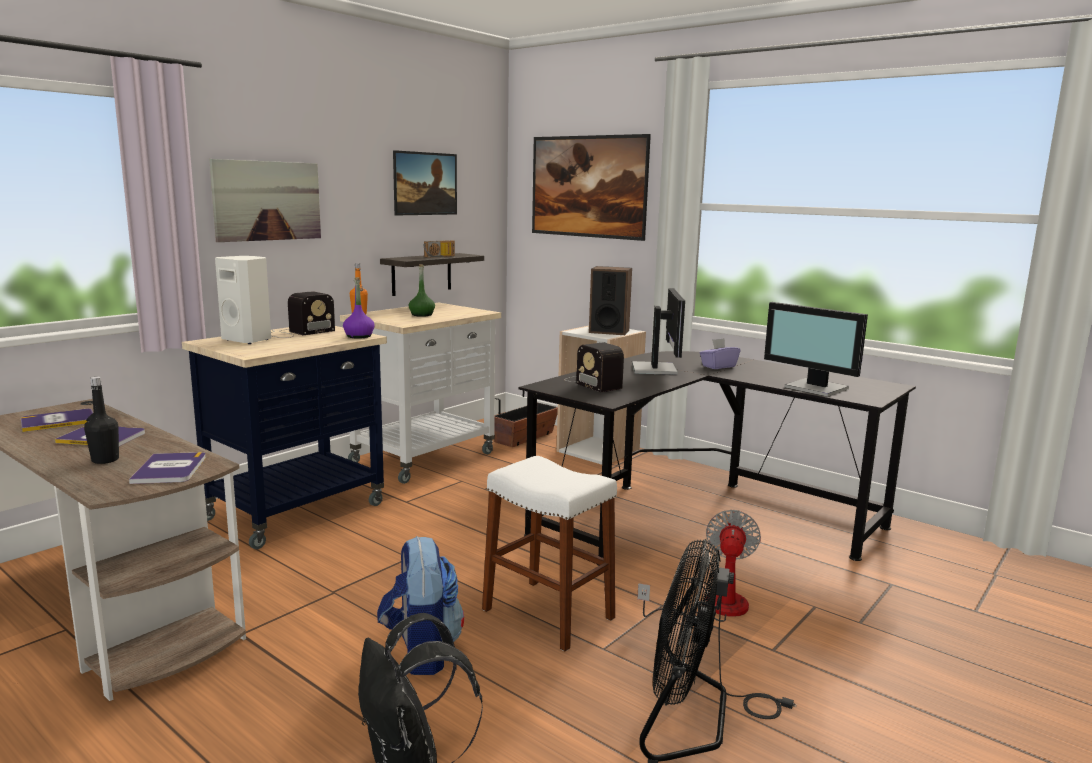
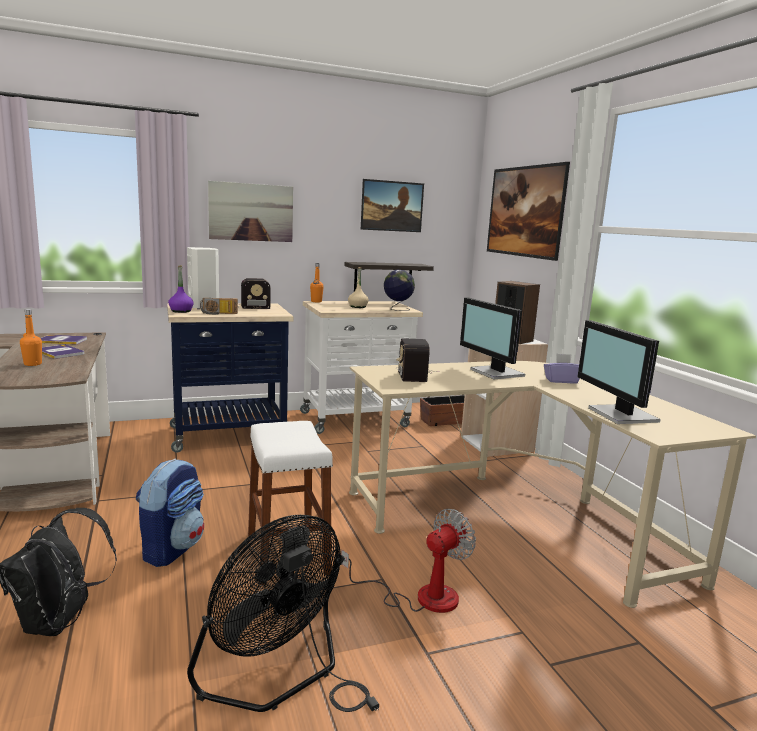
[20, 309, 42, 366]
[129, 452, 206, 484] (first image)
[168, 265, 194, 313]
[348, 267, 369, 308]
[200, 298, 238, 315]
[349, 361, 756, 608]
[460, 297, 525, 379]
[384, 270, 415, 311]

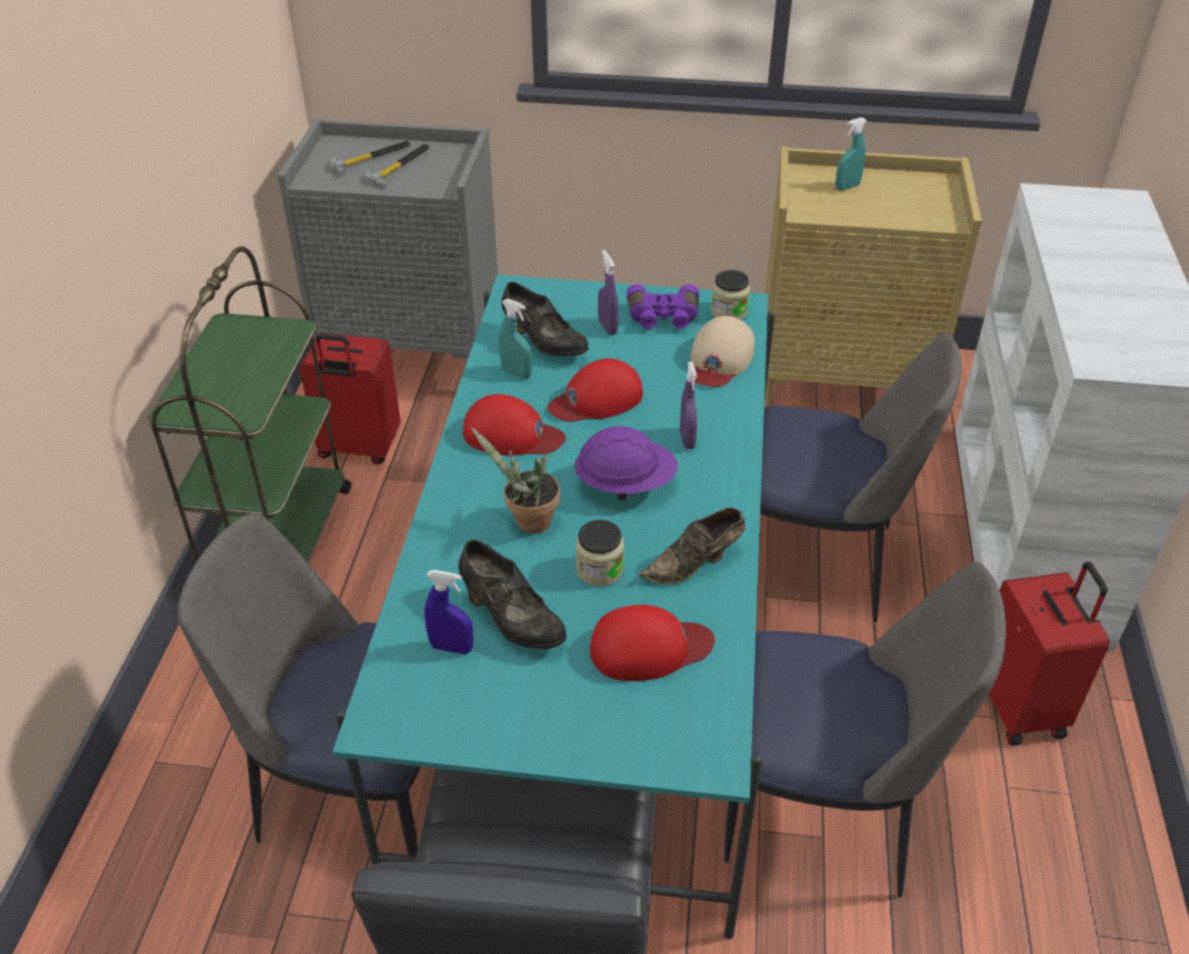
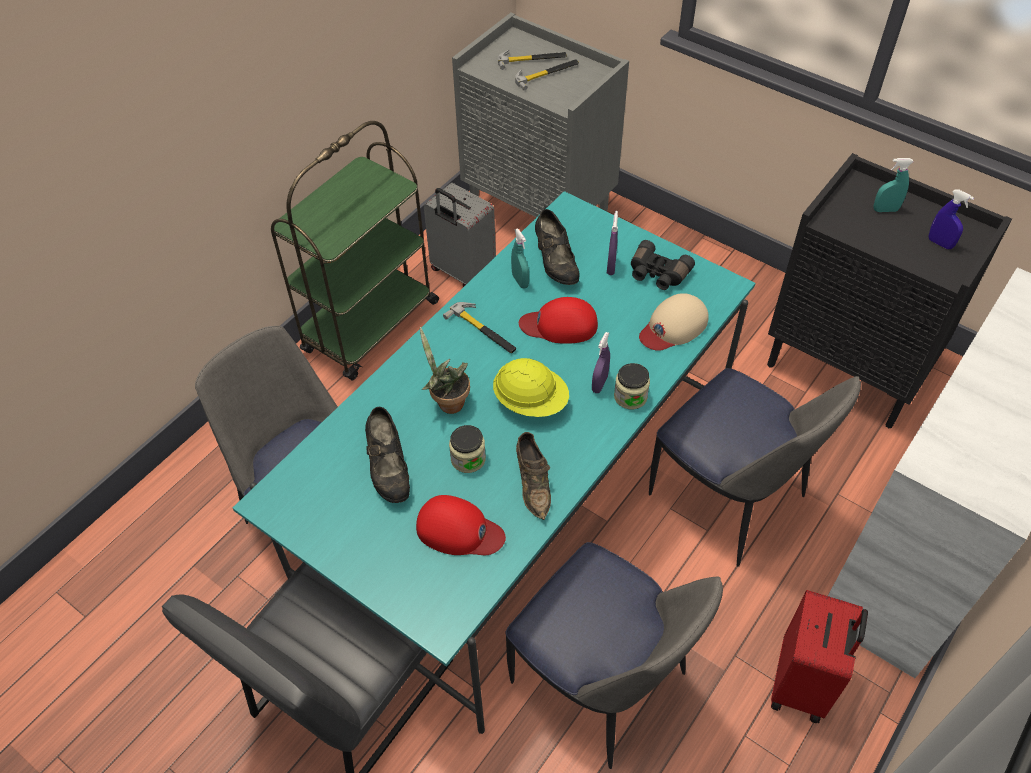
[424, 183, 496, 287]
[929, 189, 974, 249]
[443, 302, 516, 353]
[493, 358, 569, 417]
[631, 240, 695, 290]
[516, 432, 551, 520]
[614, 363, 650, 409]
[767, 153, 1012, 428]

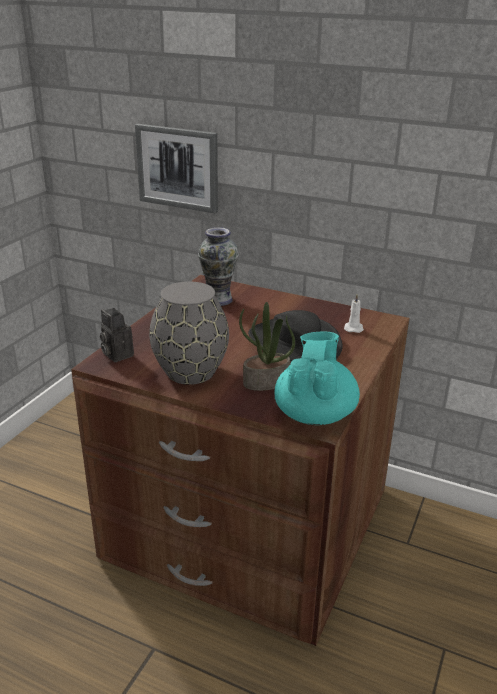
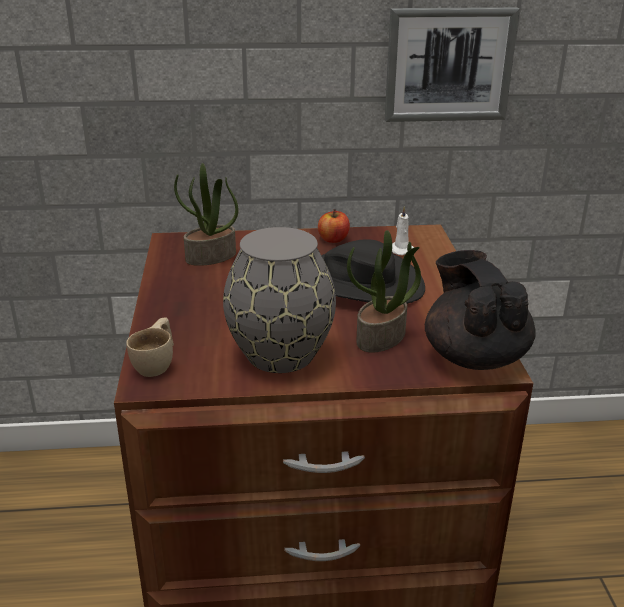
[126, 318, 174, 377]
[385, 7, 520, 122]
[174, 163, 239, 266]
[425, 250, 536, 370]
[318, 209, 350, 243]

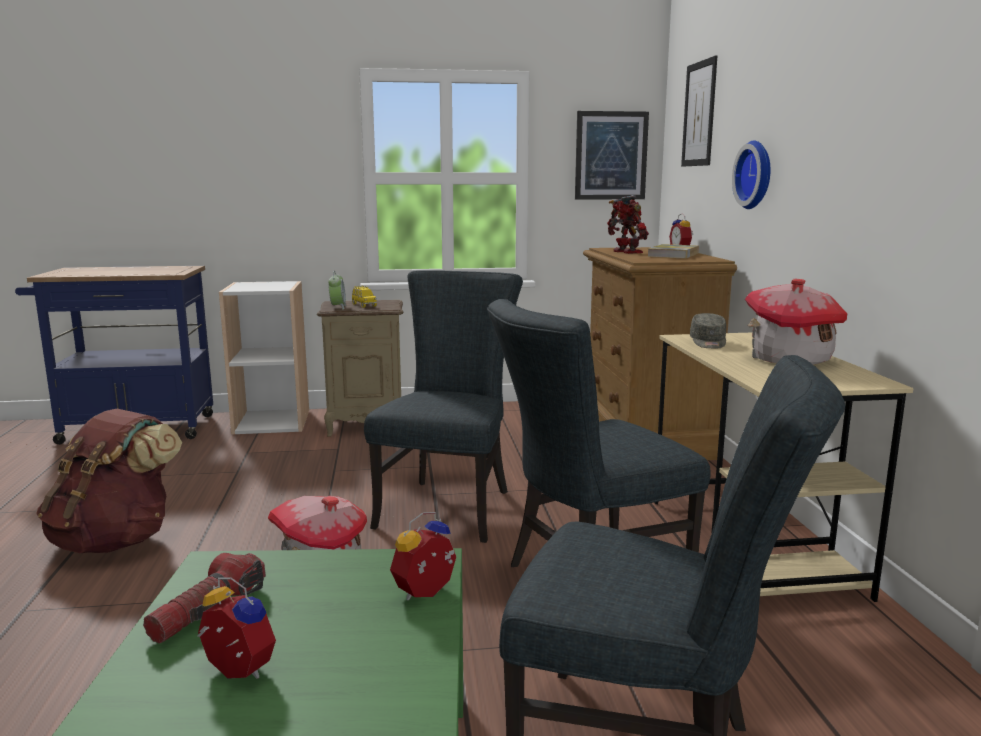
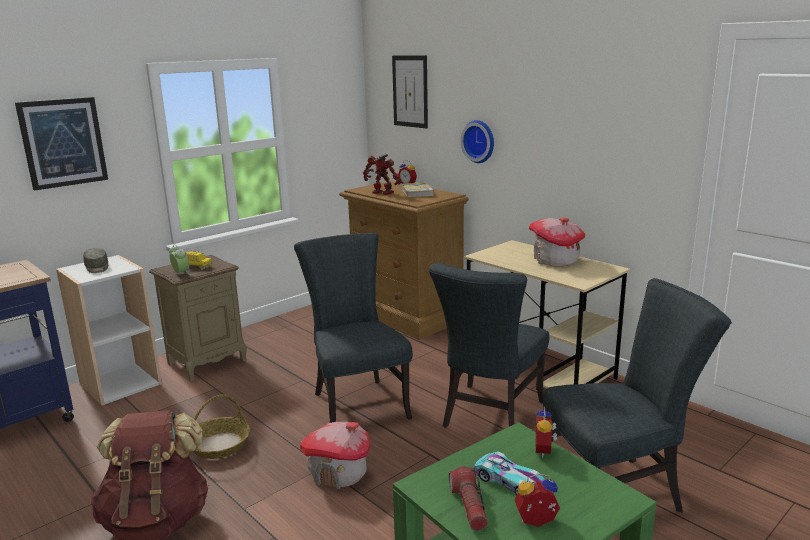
[15, 97, 108, 191]
[83, 248, 108, 273]
[193, 394, 250, 459]
[474, 451, 545, 496]

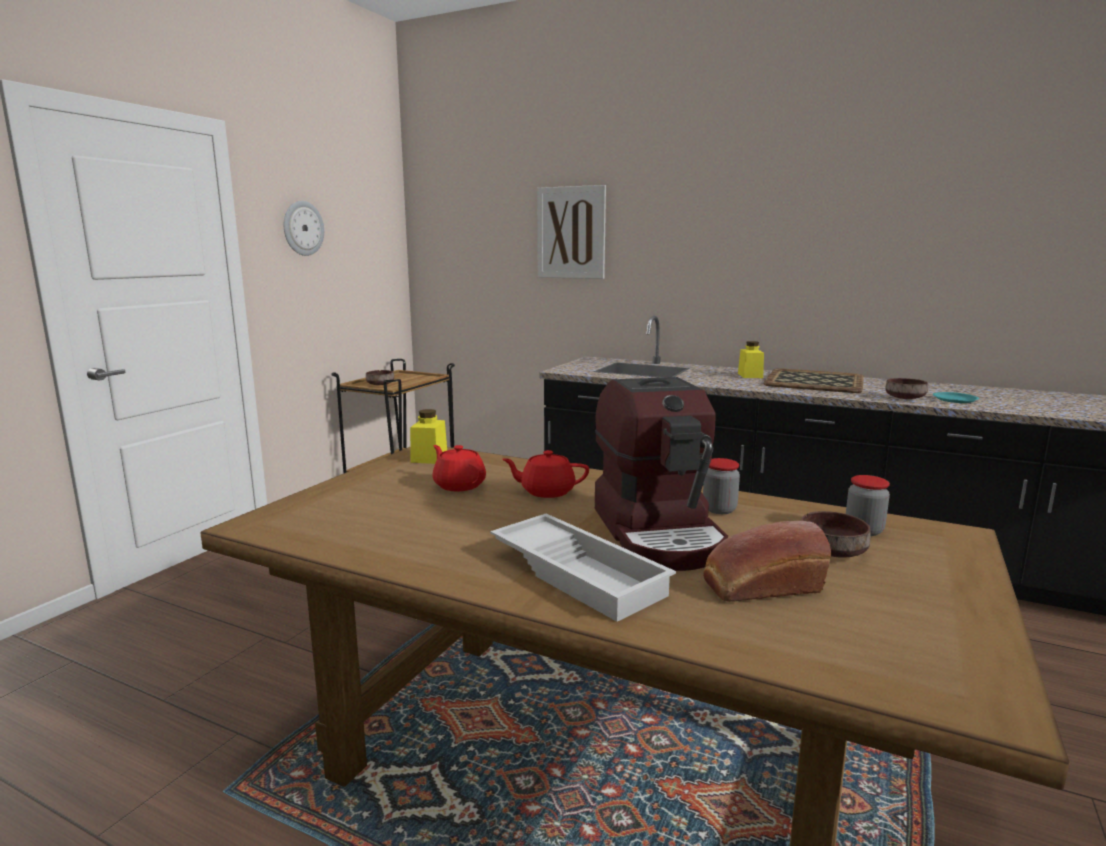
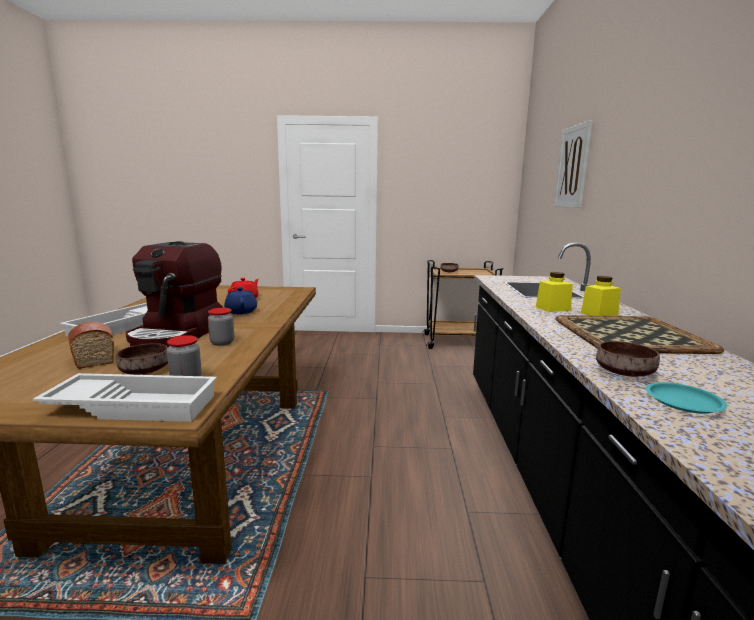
[284, 201, 324, 256] (first image)
[536, 272, 573, 312]
[224, 287, 257, 314]
[125, 241, 223, 347]
[32, 373, 217, 422]

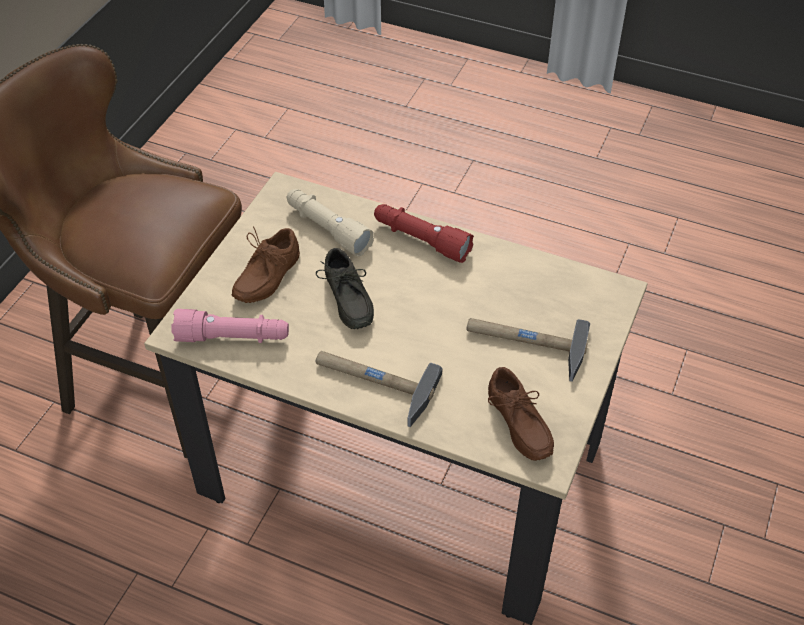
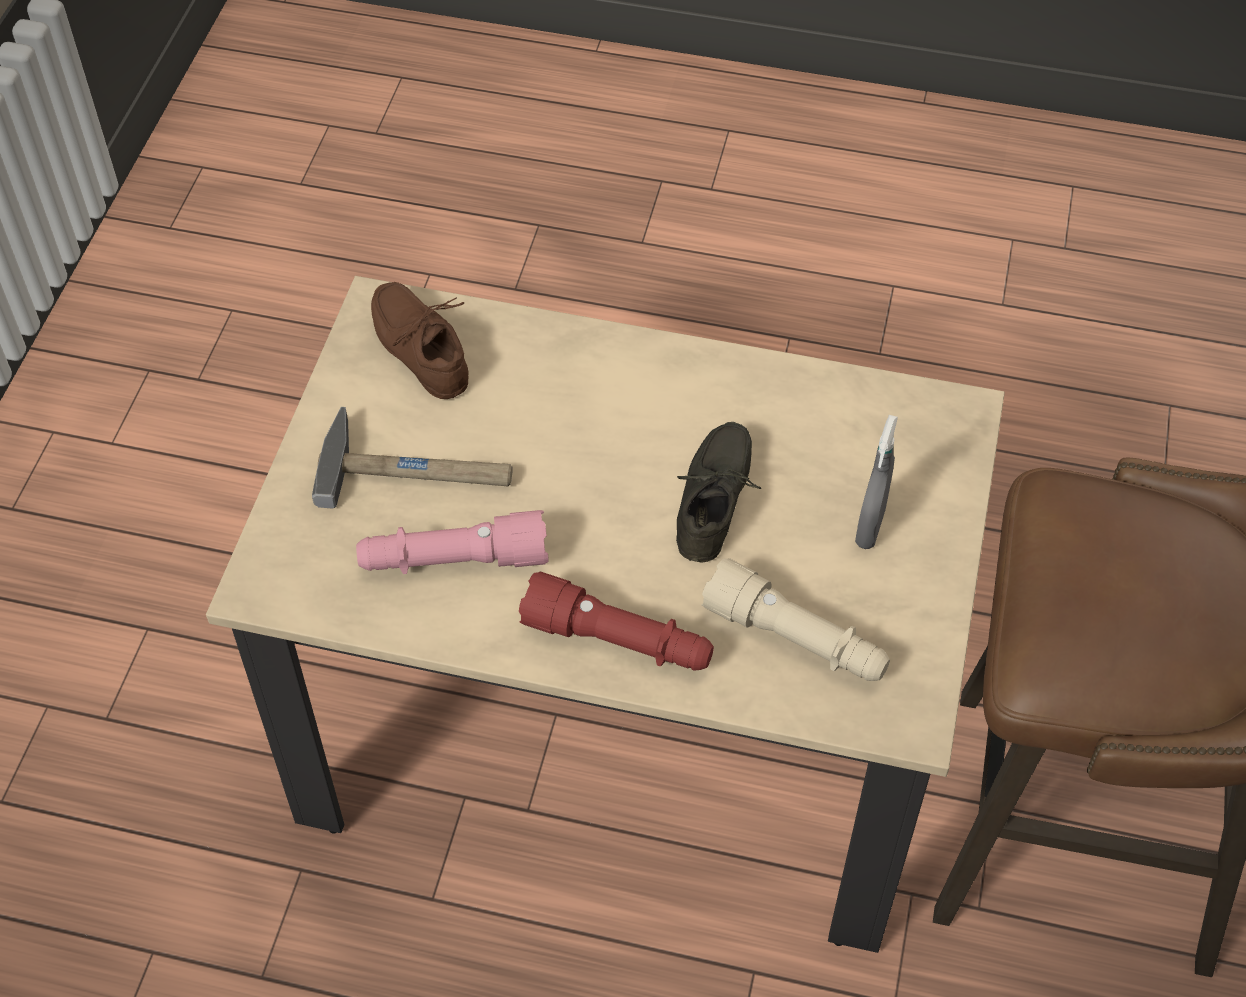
[356, 510, 549, 574]
[855, 415, 898, 549]
[676, 422, 761, 563]
[316, 351, 443, 427] (first image)

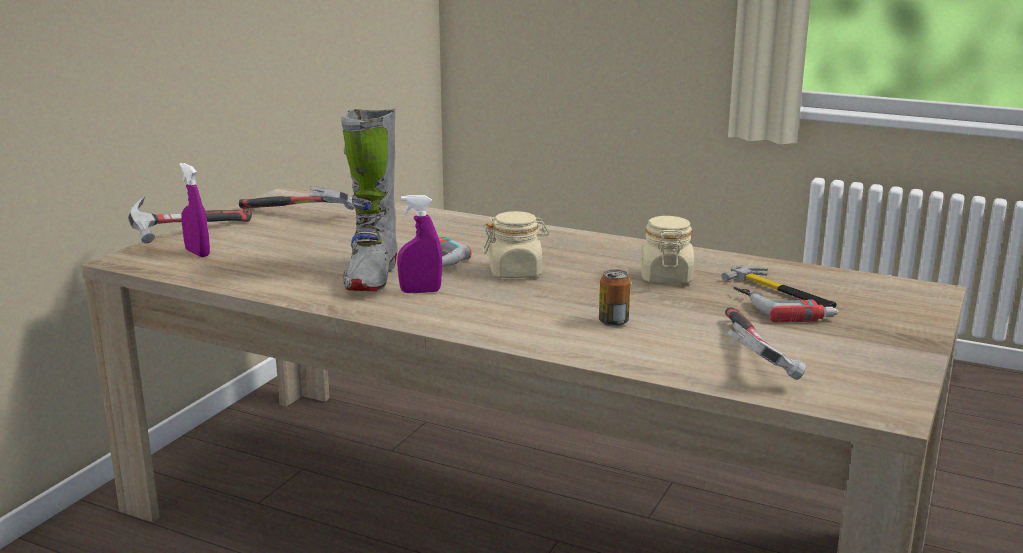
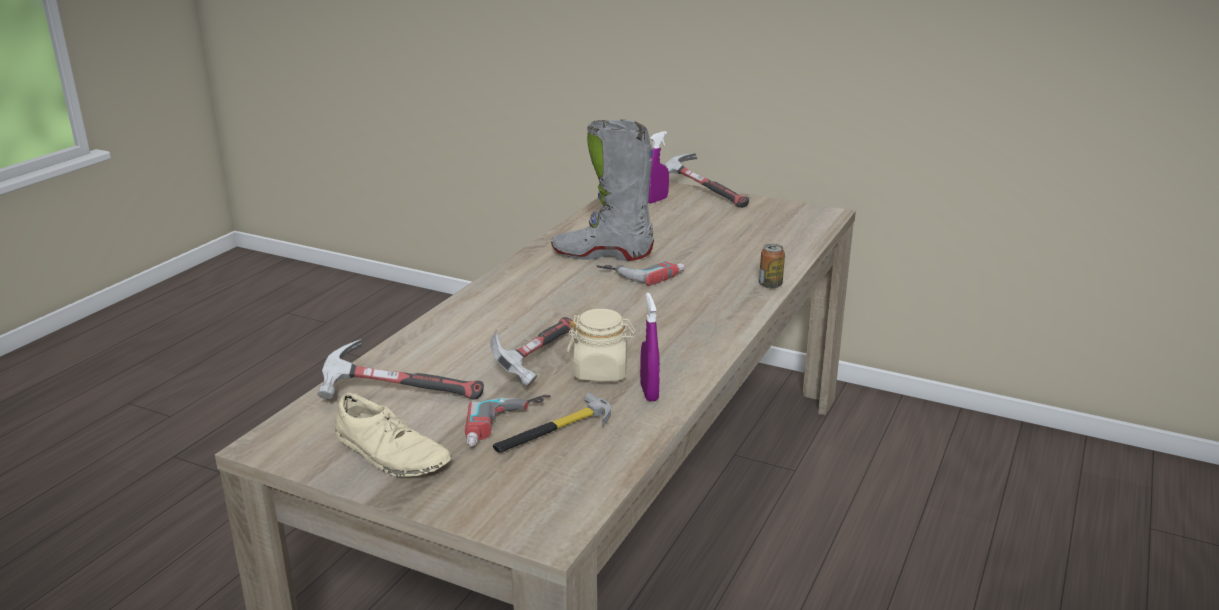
[490, 317, 572, 387]
[640, 293, 660, 401]
[483, 211, 549, 278] (first image)
[759, 244, 785, 289]
[335, 393, 452, 477]

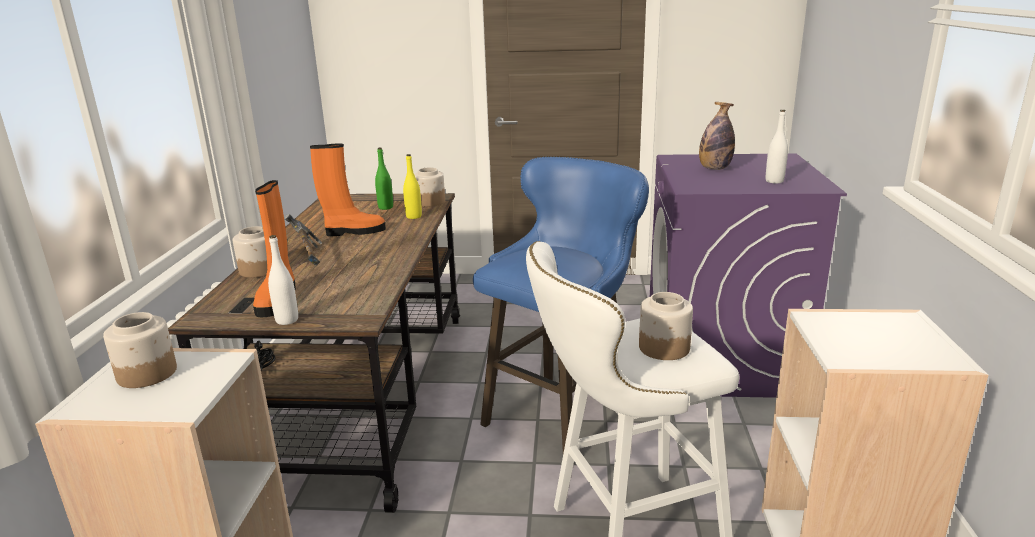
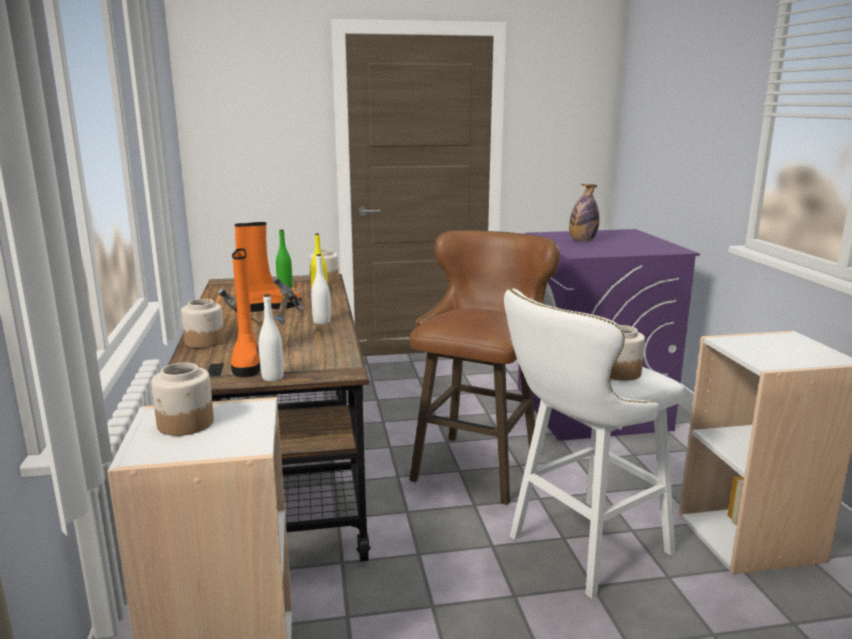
[410, 230, 560, 505]
[311, 254, 331, 324]
[273, 277, 305, 325]

